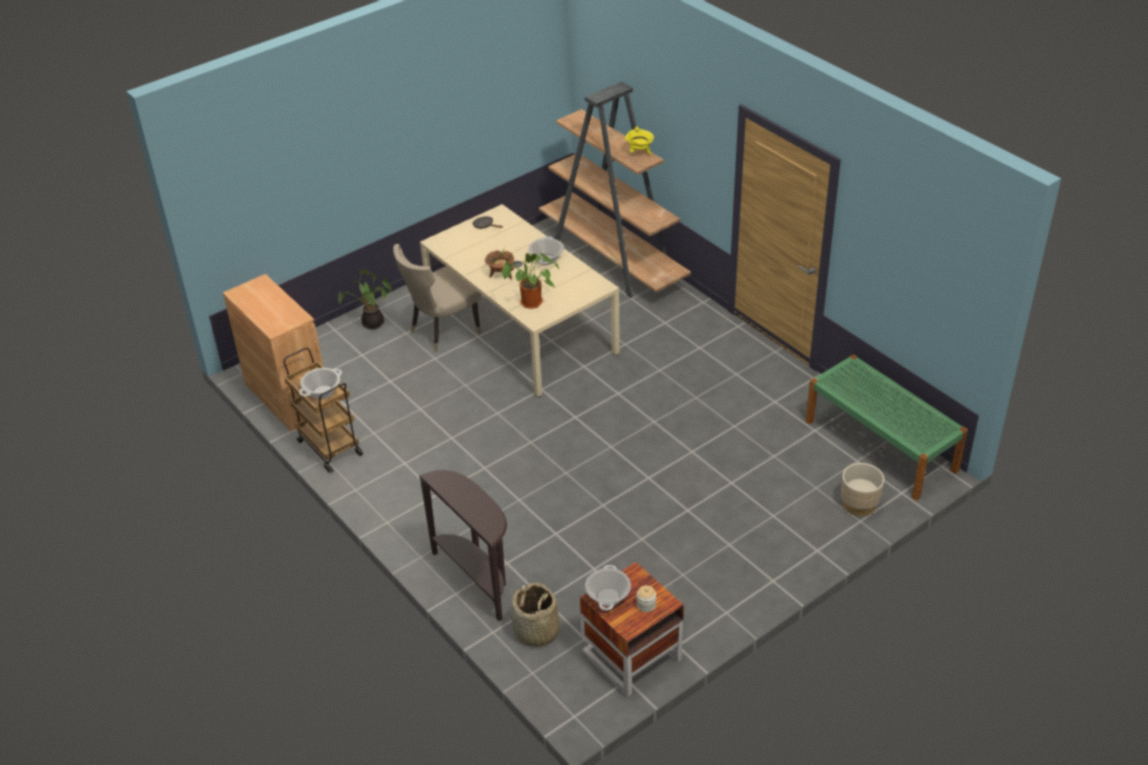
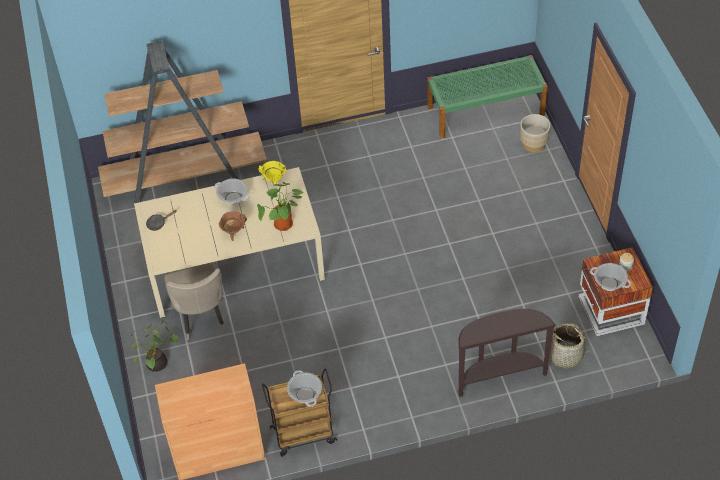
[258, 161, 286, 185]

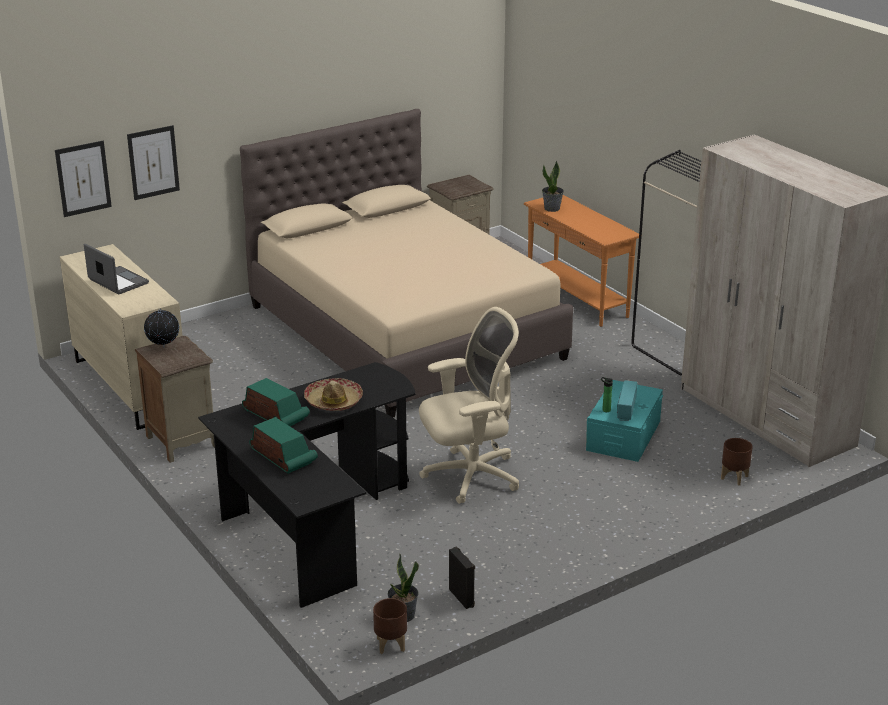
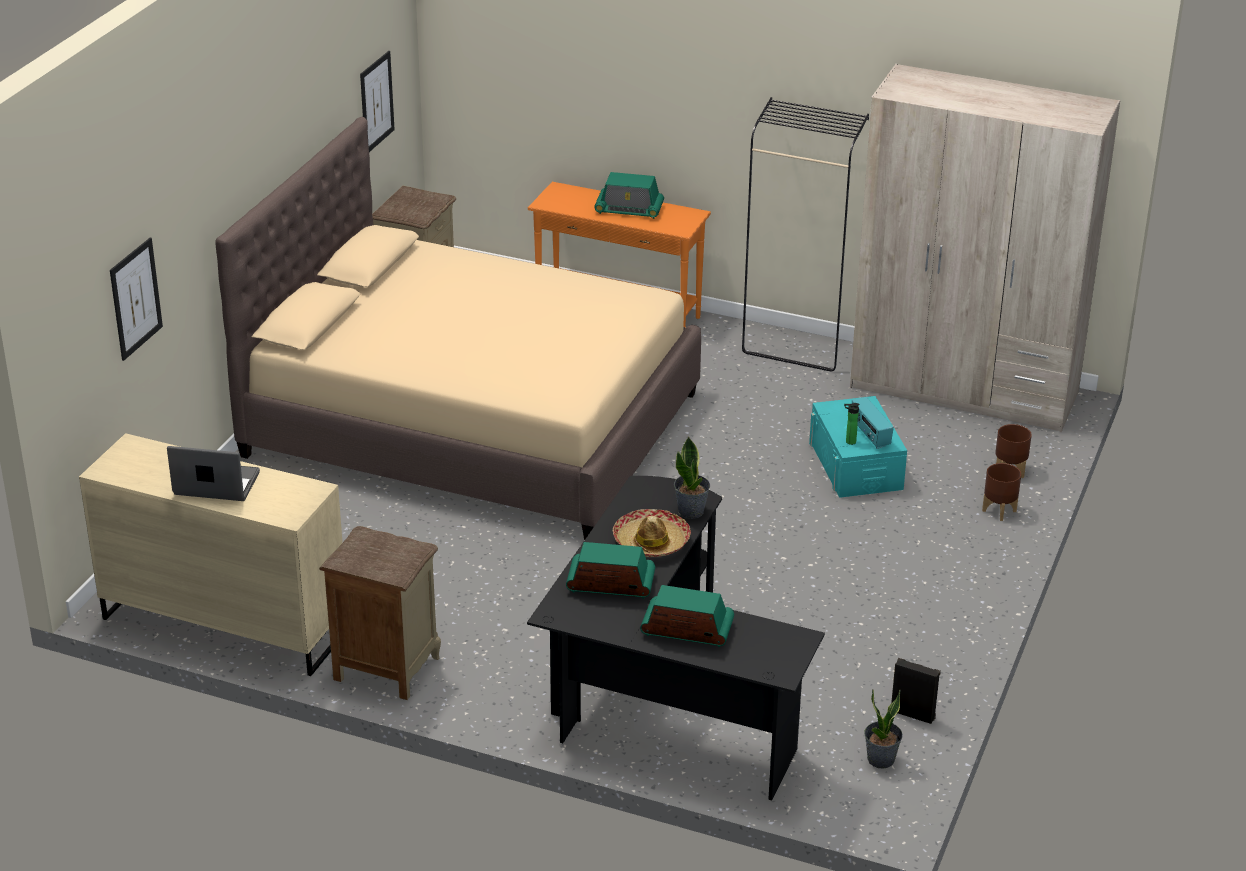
[360, 51, 395, 152]
[144, 308, 179, 348] (first image)
[982, 463, 1021, 521]
[419, 307, 519, 504] (first image)
[674, 437, 710, 519]
[594, 172, 664, 219]

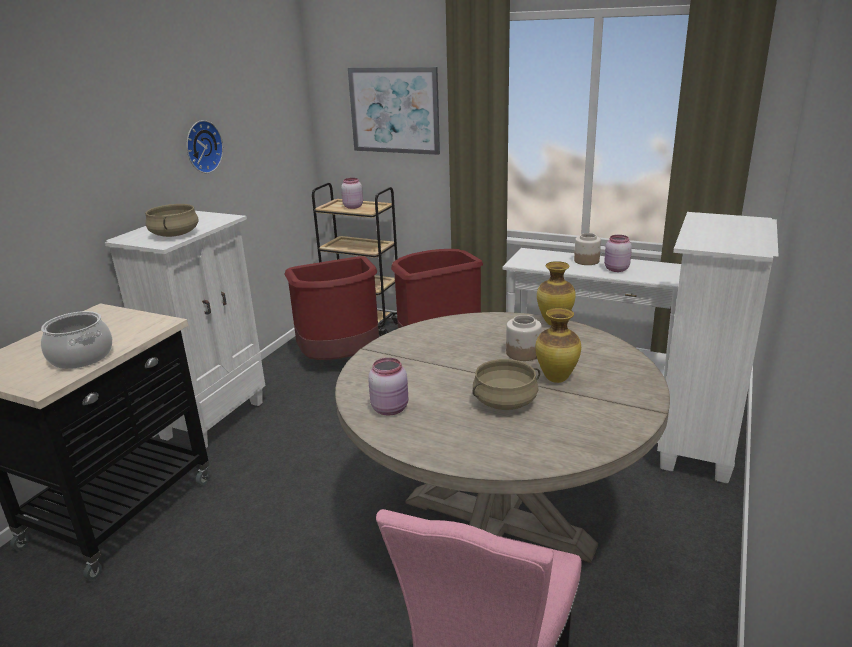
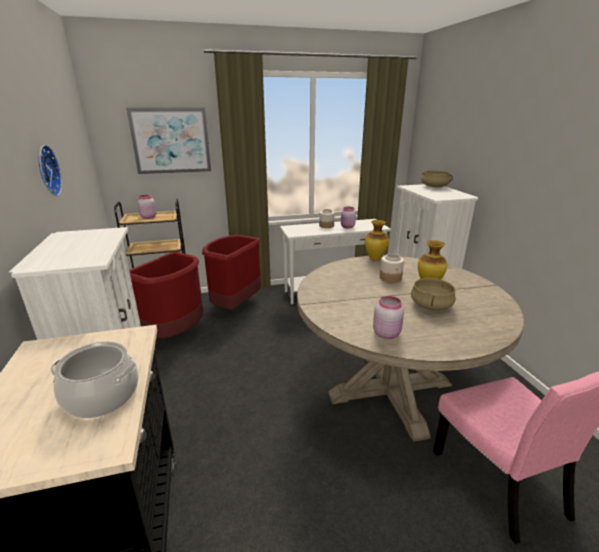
[421, 170, 453, 187]

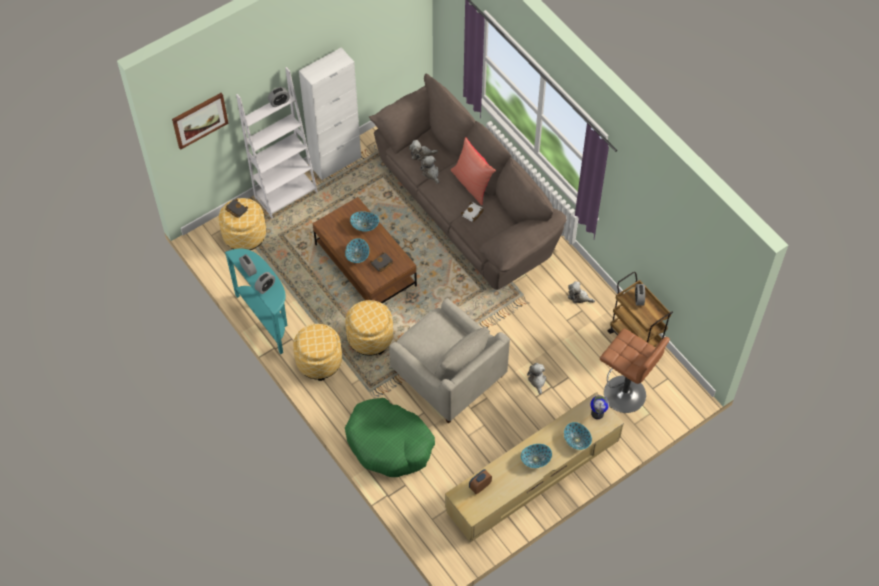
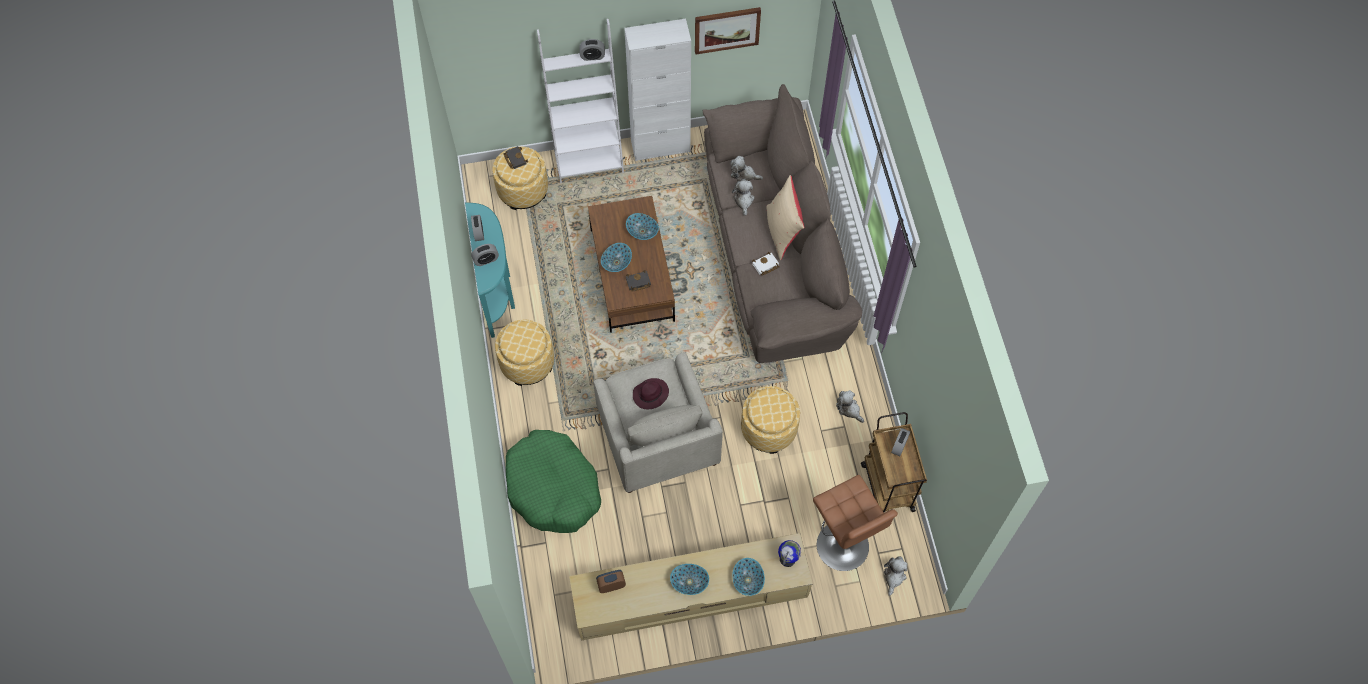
[695, 7, 761, 54]
[741, 386, 800, 454]
[766, 175, 804, 260]
[884, 556, 907, 596]
[633, 378, 669, 409]

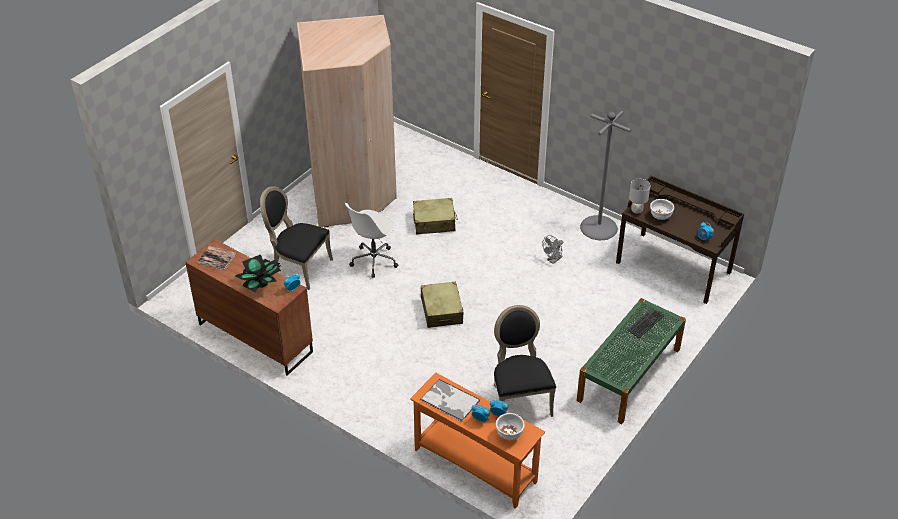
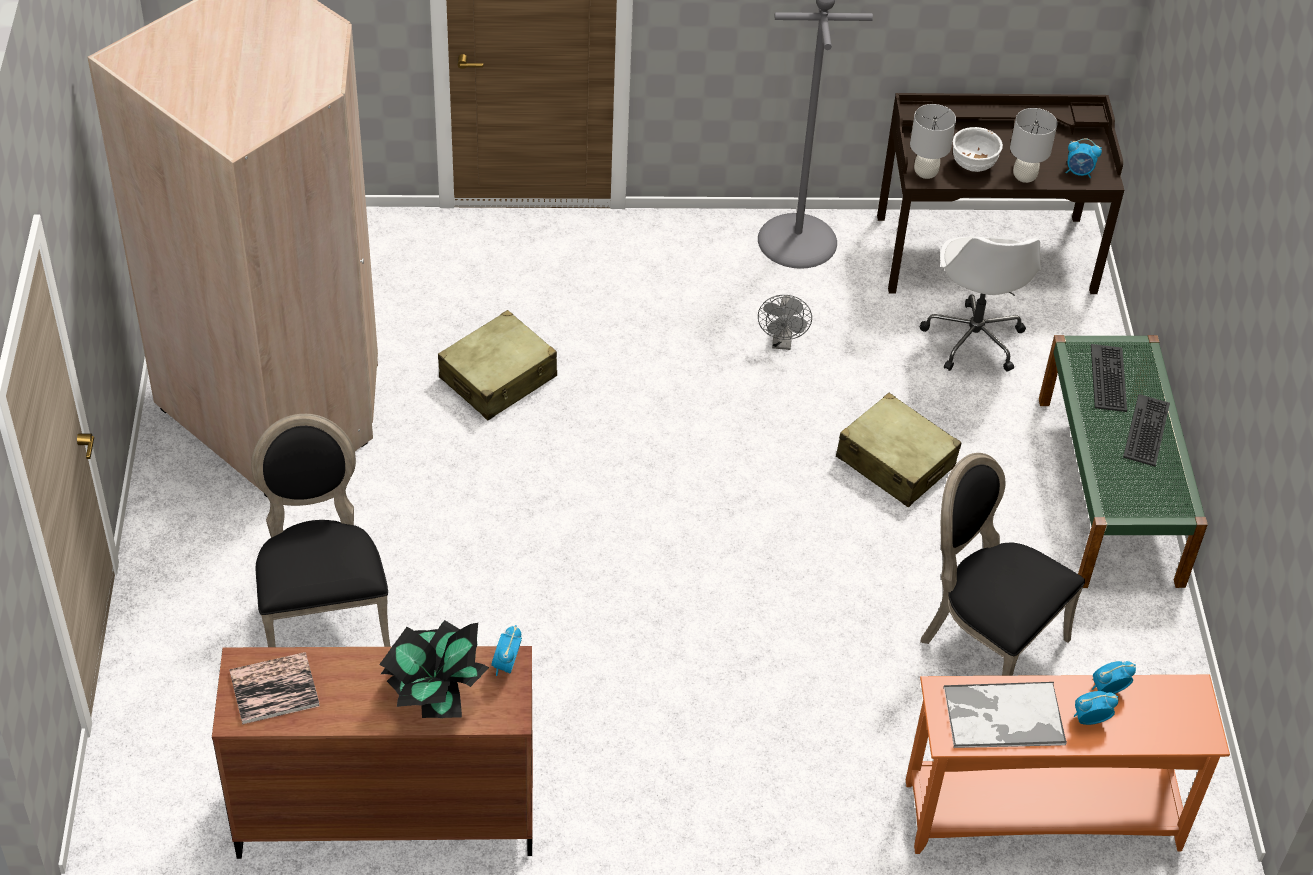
[251, 414, 391, 647]
[920, 237, 1041, 372]
[836, 393, 962, 508]
[496, 413, 525, 440] (first image)
[1010, 108, 1057, 183]
[1123, 394, 1170, 466]

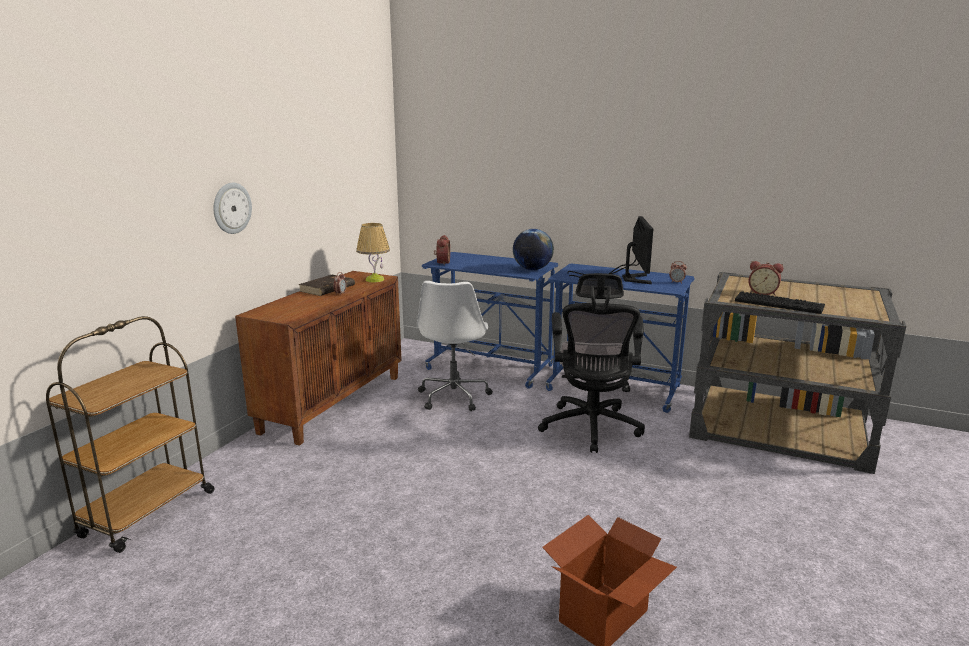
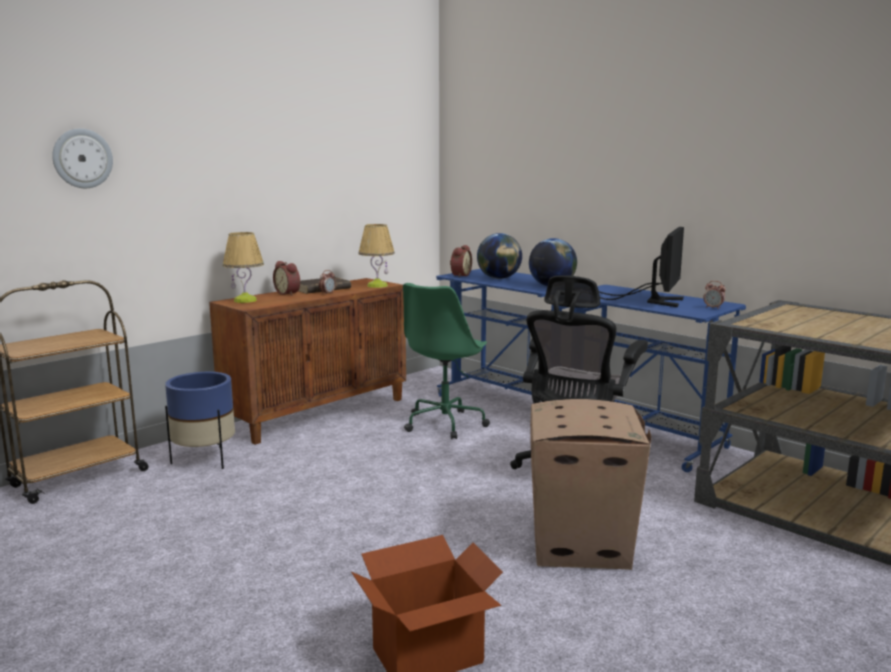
[52, 129, 113, 188]
[403, 283, 490, 439]
[735, 291, 825, 314] (first image)
[273, 261, 300, 296]
[165, 372, 235, 469]
[223, 232, 264, 303]
[477, 233, 522, 279]
[530, 399, 651, 570]

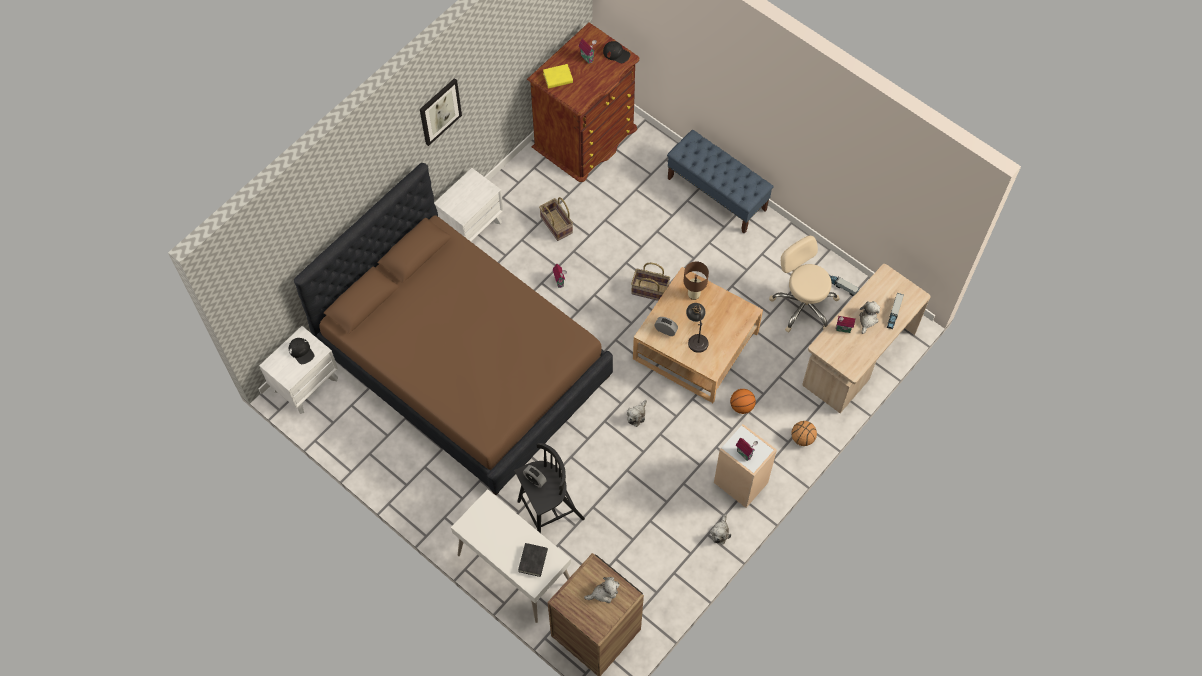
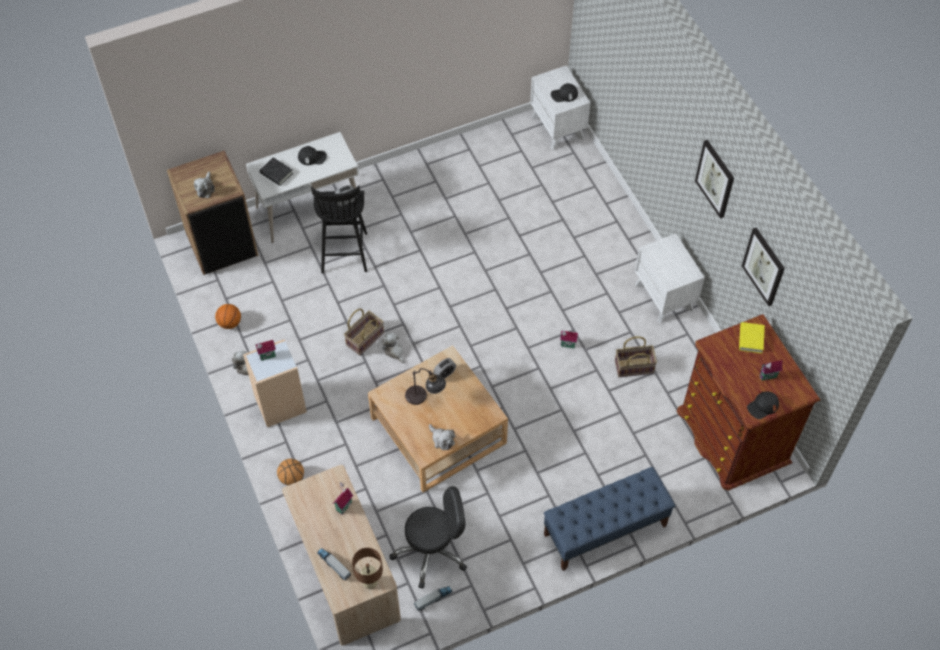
[294, 163, 613, 495] (first image)
[344, 308, 384, 356]
[352, 548, 383, 589]
[215, 304, 241, 329]
[389, 486, 467, 589]
[429, 424, 455, 450]
[298, 146, 327, 165]
[742, 228, 785, 306]

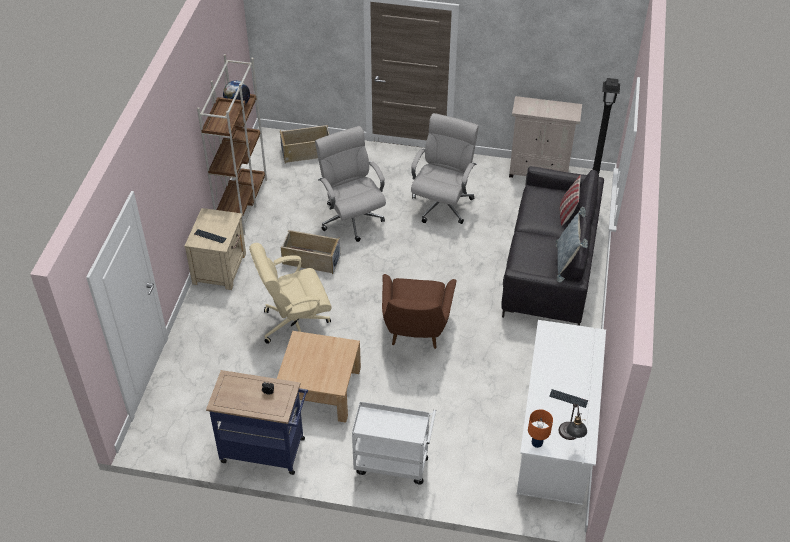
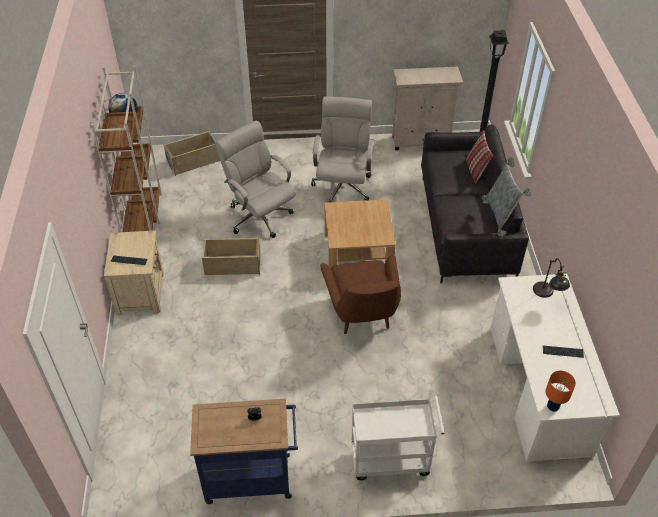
[249, 243, 332, 344] (first image)
[324, 199, 396, 269]
[533, 258, 570, 298]

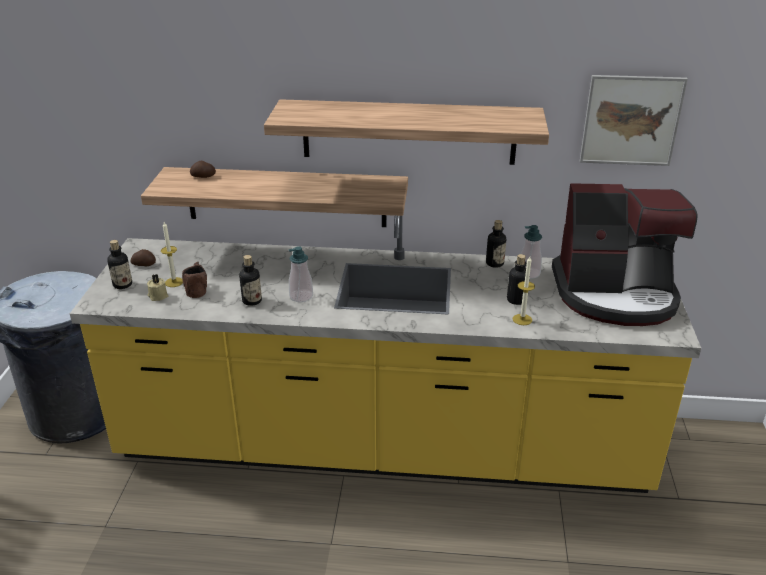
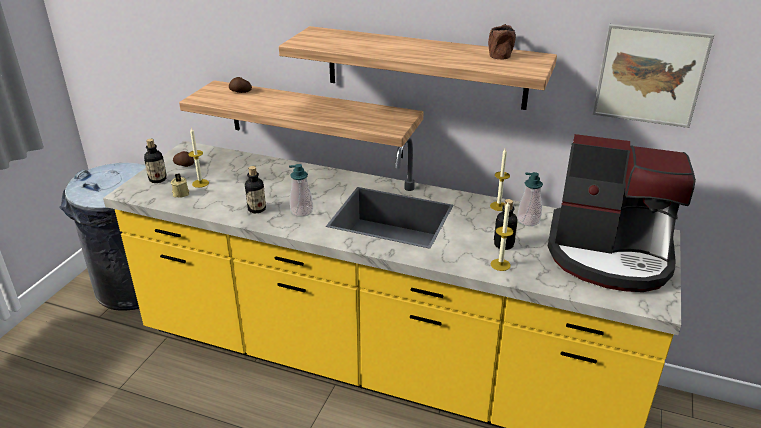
[488, 24, 516, 59]
[490, 148, 510, 211]

